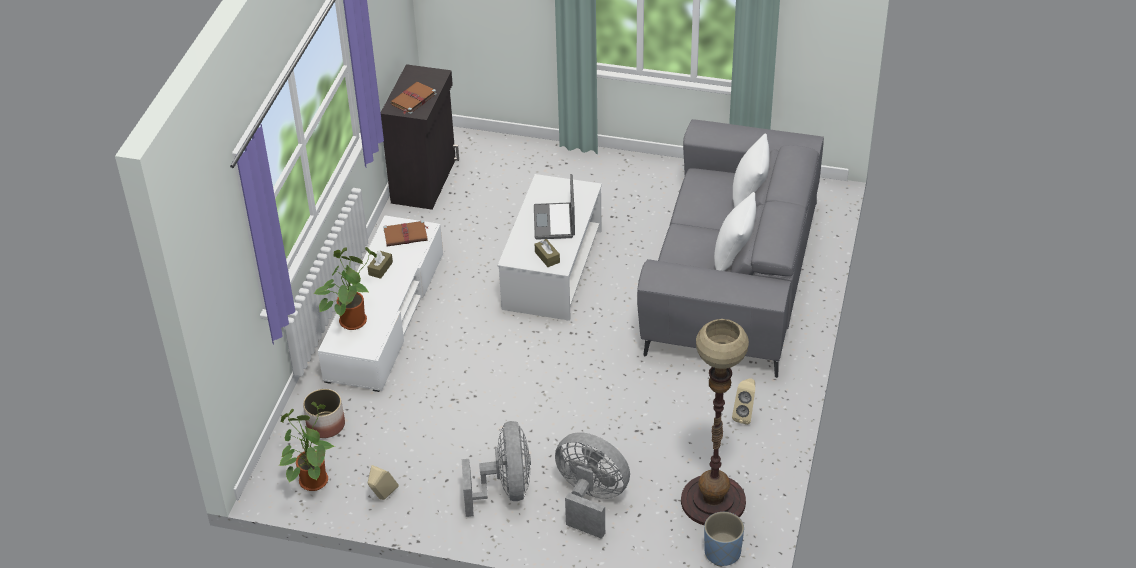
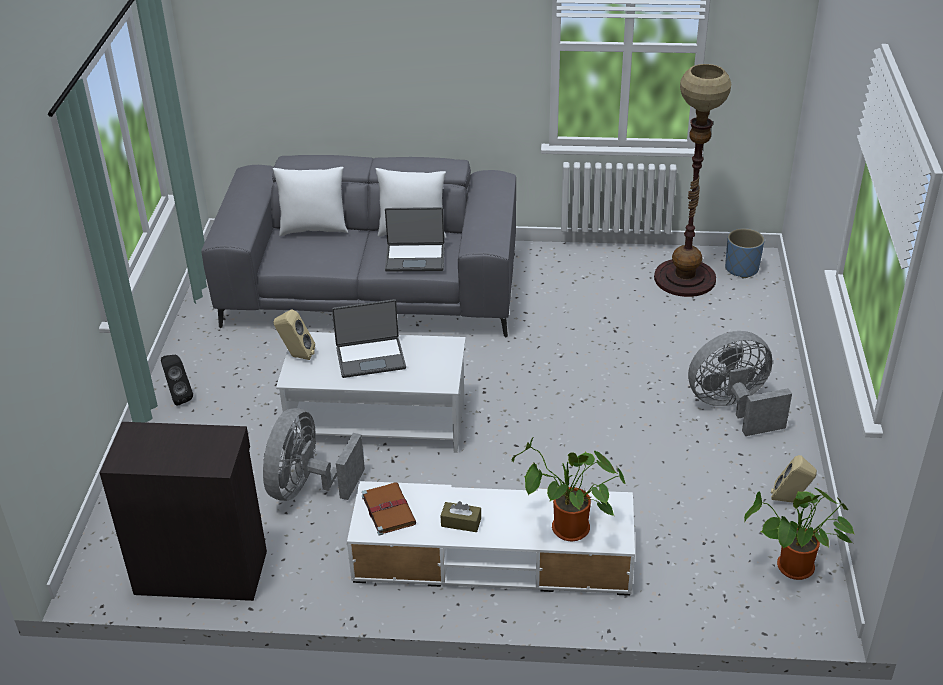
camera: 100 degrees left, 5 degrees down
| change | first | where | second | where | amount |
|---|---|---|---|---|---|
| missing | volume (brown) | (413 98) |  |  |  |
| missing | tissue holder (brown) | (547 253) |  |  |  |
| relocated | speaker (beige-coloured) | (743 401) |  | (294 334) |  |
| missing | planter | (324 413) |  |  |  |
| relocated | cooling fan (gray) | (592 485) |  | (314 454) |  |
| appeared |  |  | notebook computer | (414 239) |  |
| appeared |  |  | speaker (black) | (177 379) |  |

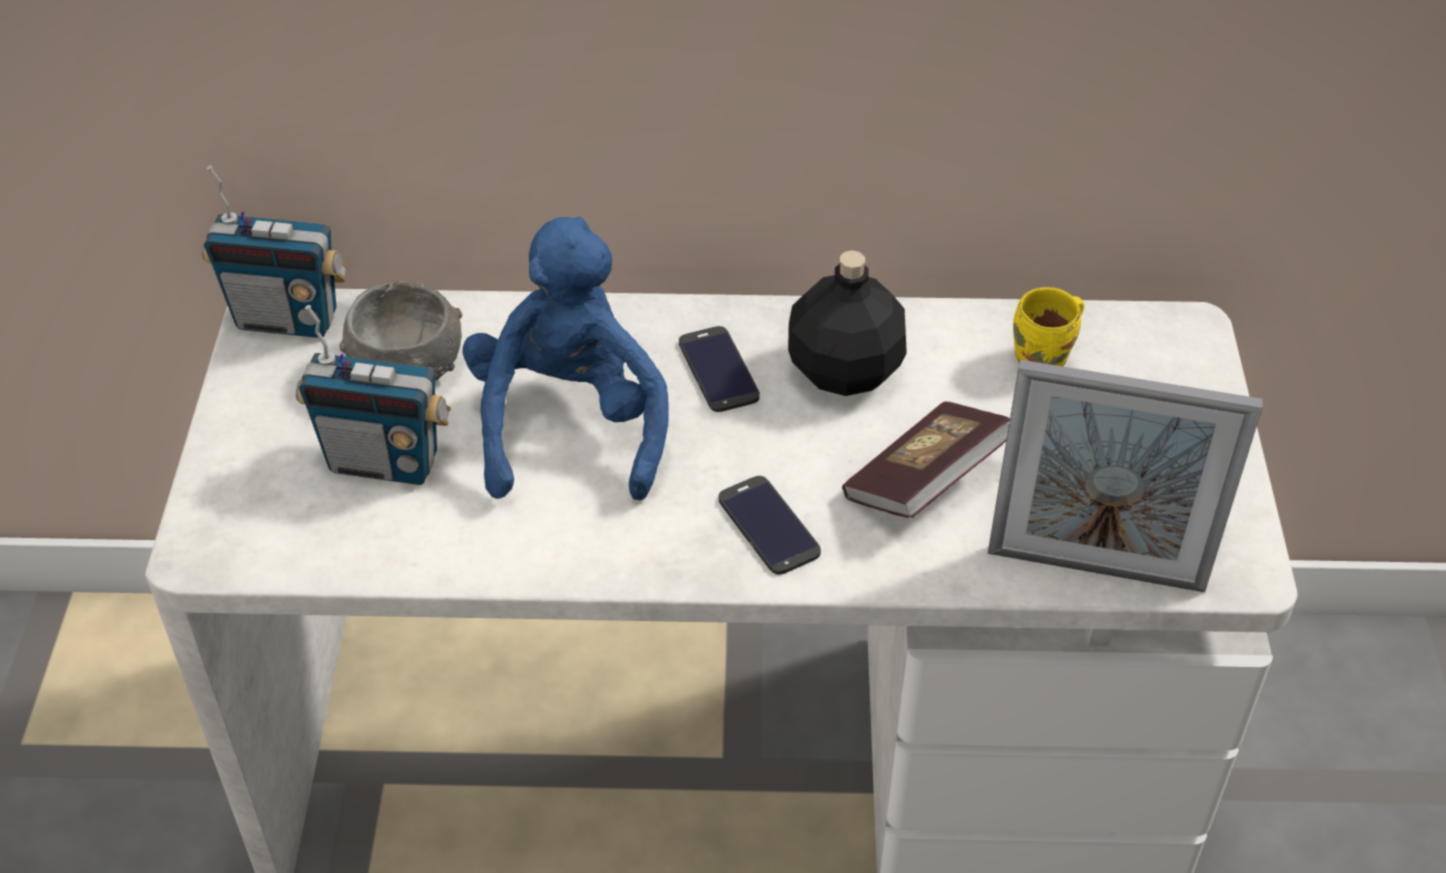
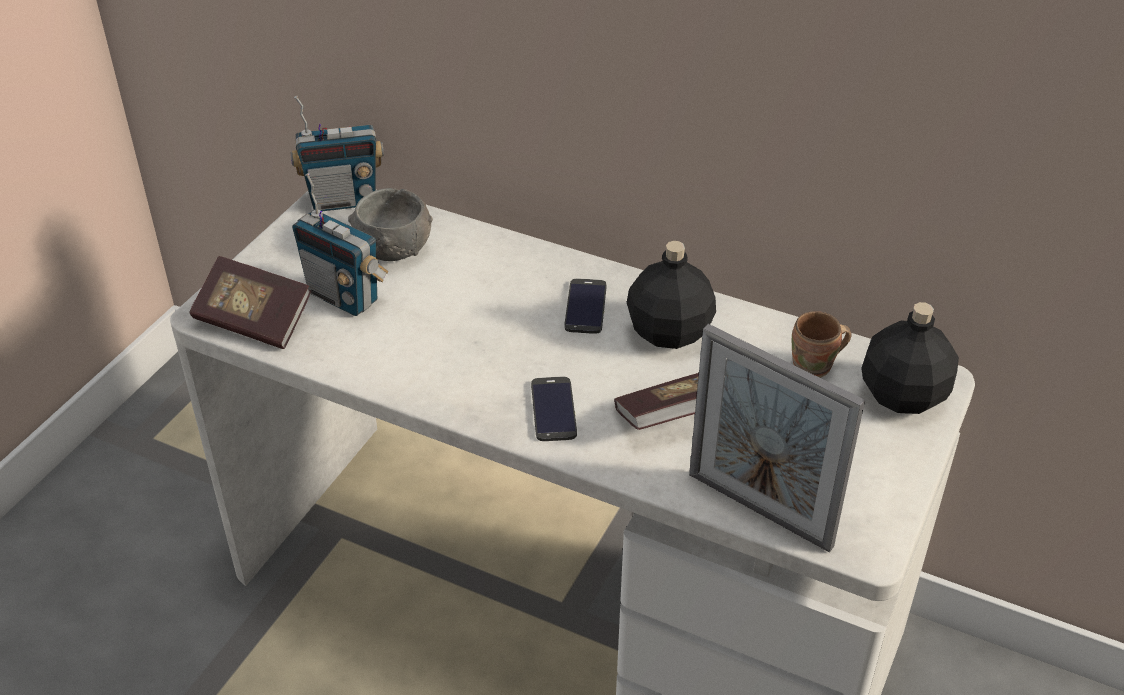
camera: 25 degrees right, 5 degrees down
| change | first | where | second | where | amount |
|---|---|---|---|---|---|
| spun | radio receiver | (274 251) |  | (337 153) | 45 degrees counterclockwise |
| missing | soft toy (blue) | (565 359) |  |  |  |
| colour | mug (yellowish) | (1048 326) | mug (brown) | (822 344) |  |
| appeared |  |  | volume | (250 302) |  |
| appeared |  |  | drink bottle (black) | (910 358) |  |

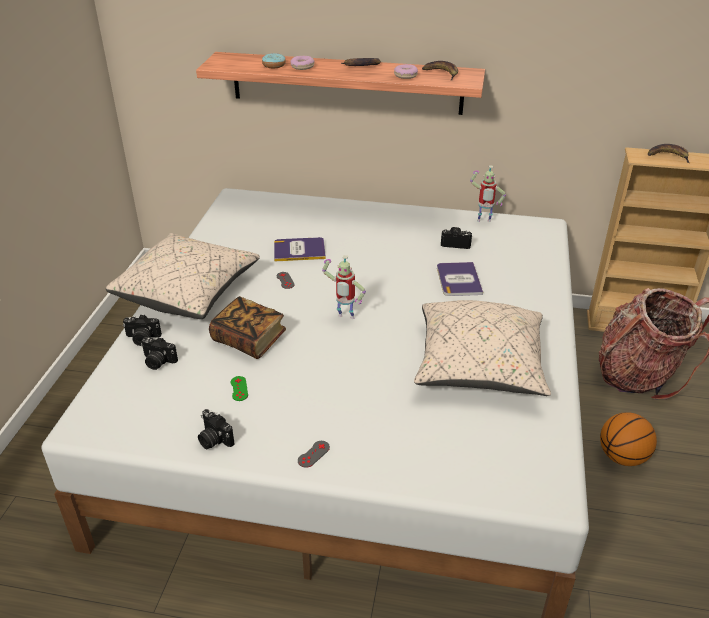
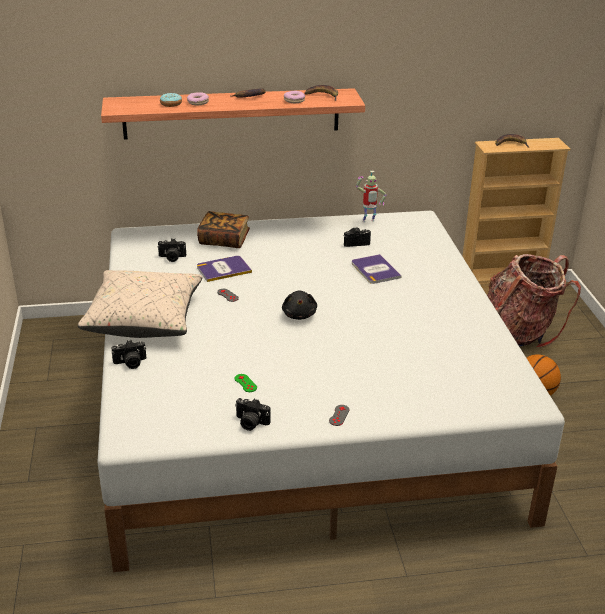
camera: 20 degrees left, 5 degrees down
| change | first | where | second | where | amount |
|---|---|---|---|---|---|
| exchanged | toy robot | (344 287) | soft toy (black) | (299 305) |  |
| relocated | volume | (247 327) |  | (223 229) |  |
| missing | cushion (beige-coloured) | (482 348) |  |  |  |
| relocated | photo camera | (159 353) |  | (172 250) |  |

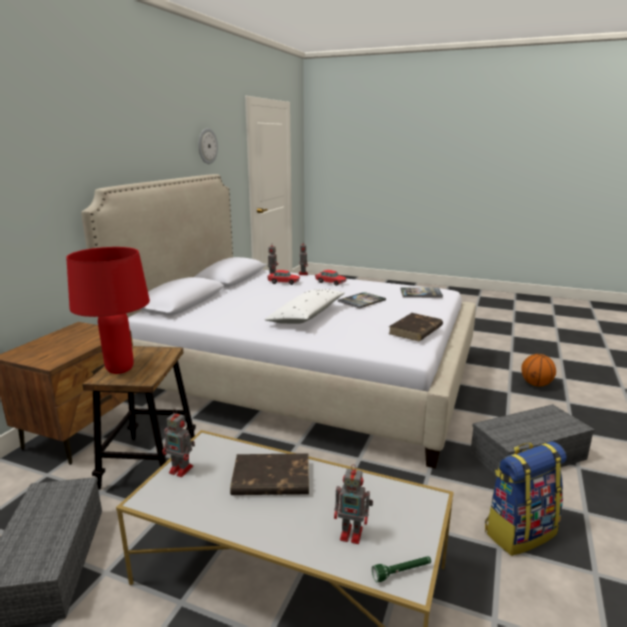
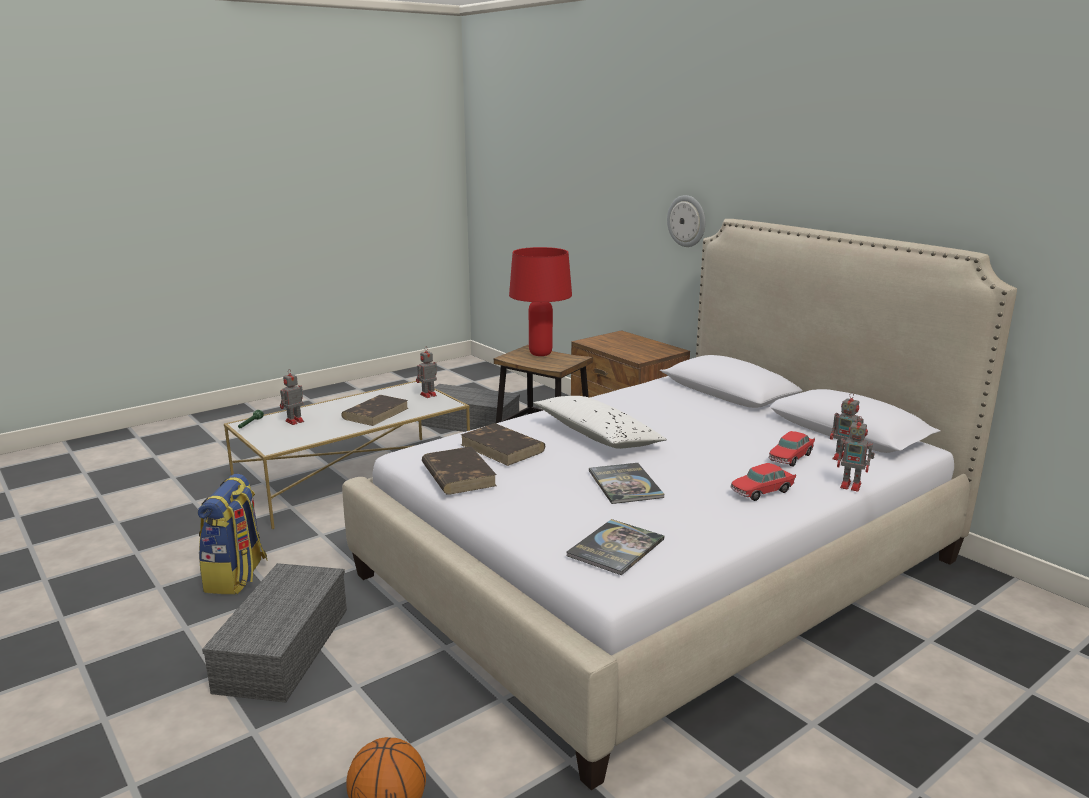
camera: 120 degrees right, 0 degrees up
| change | first | where | second | where | amount |
|---|---|---|---|---|---|
| relocated | wall clock | (208 146) |  | (686 221) |  |
| appeared |  |  | volume (brown) | (503 444) |  |

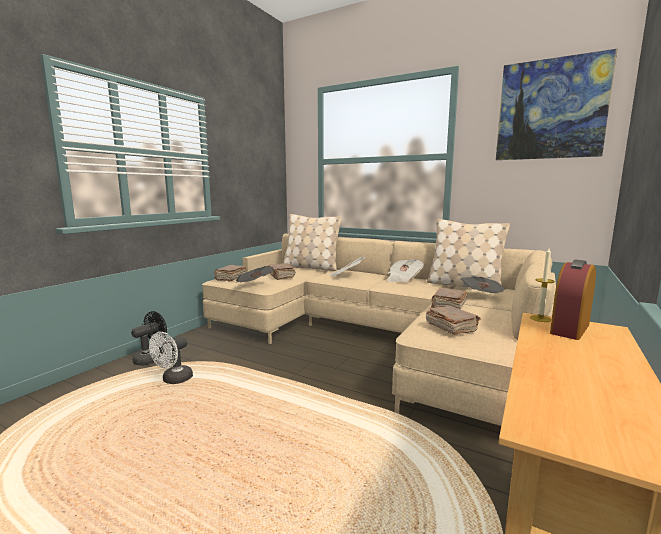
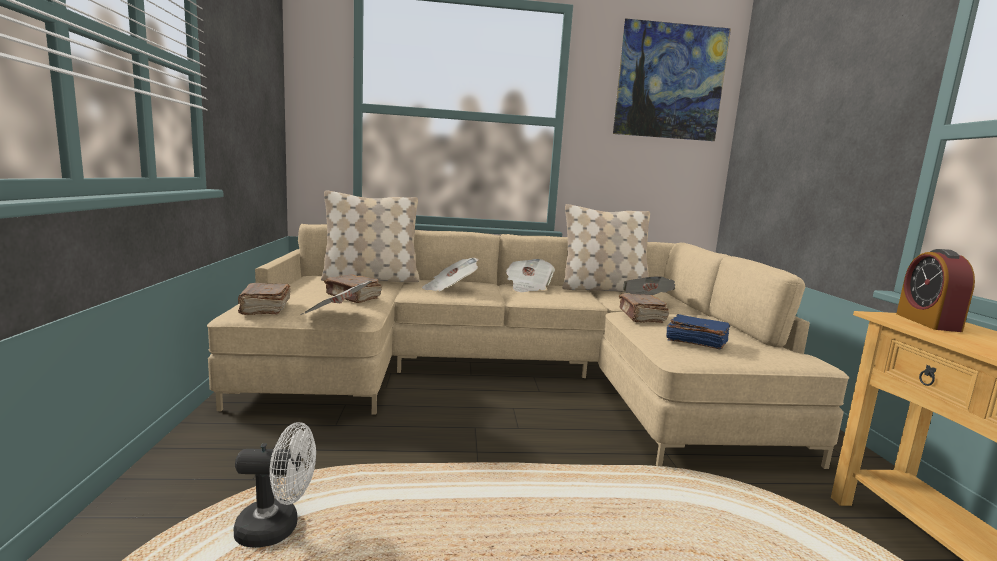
camera: 35 degrees left, 0 degrees up
| change | first | where | second | where | amount |
|---|---|---|---|---|---|
| missing | wax light | (542 285) |  |  |  |
| colour | volume (brown) | (453 320) | volume (blue) | (698 331) |  |
| missing | cooling fan (black) | (149 338) |  |  |  |
| spun | cooling fan (whitish) | (171 358) |  | (274 485) | 90 degrees counterclockwise |

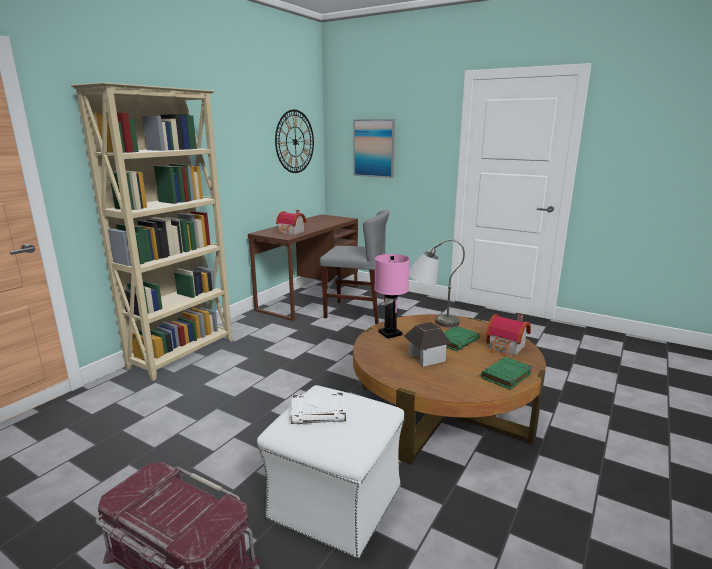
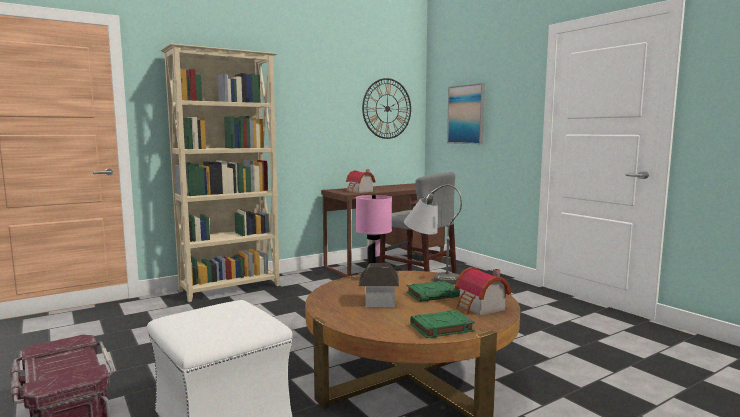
camera: 25 degrees right, 10 degrees down
| change | first | where | second | where | amount |
|---|---|---|---|---|---|
| missing | volume (whitish) | (318 408) |  |  |  |

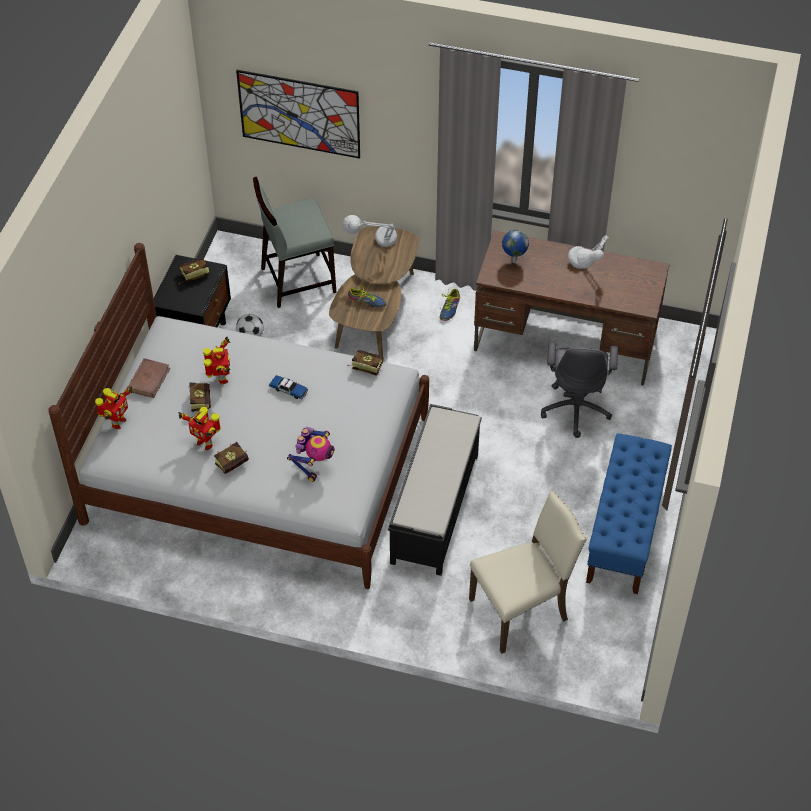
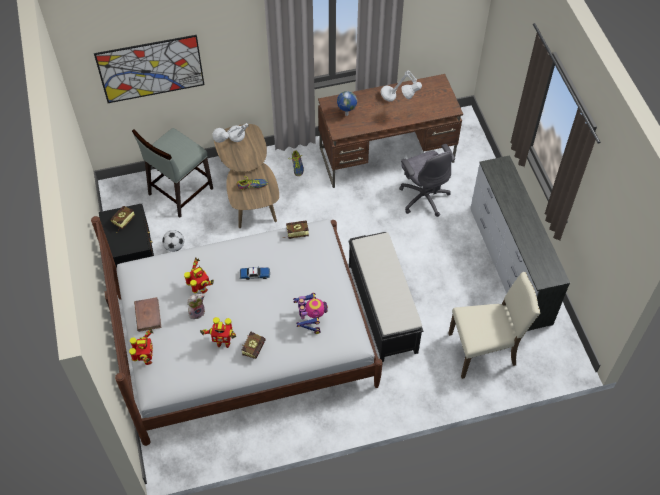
camera: 30 degrees left, 5 degrees up
| change | first | where | second | where | amount |
|---|---|---|---|---|---|
| exchanged | volume | (199 397) | soft toy | (196 306) |  |
| exchanged | long seat (blue) | (629 514) | drawer chest (whitish) | (520 243) |  |
| spun | plain chair (beige-coloured) | (528 572) |  | (494 325) | 45 degrees clockwise |

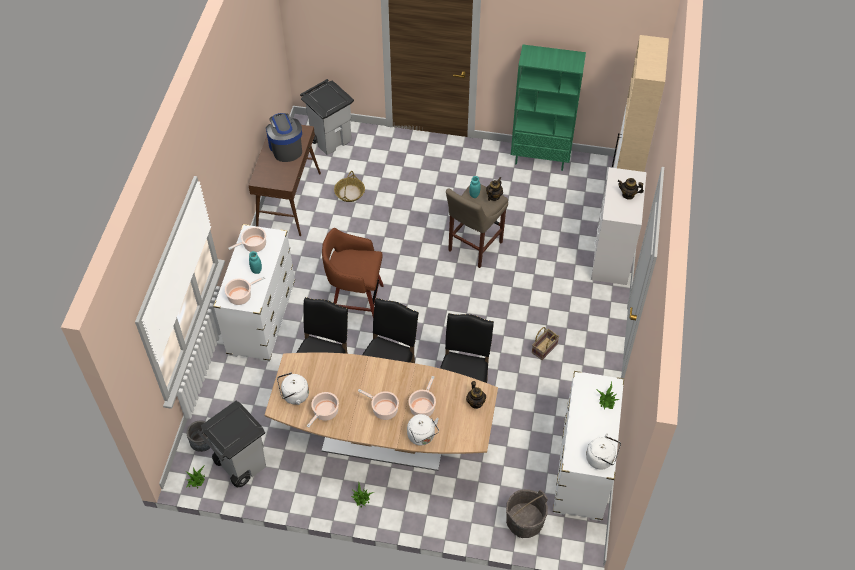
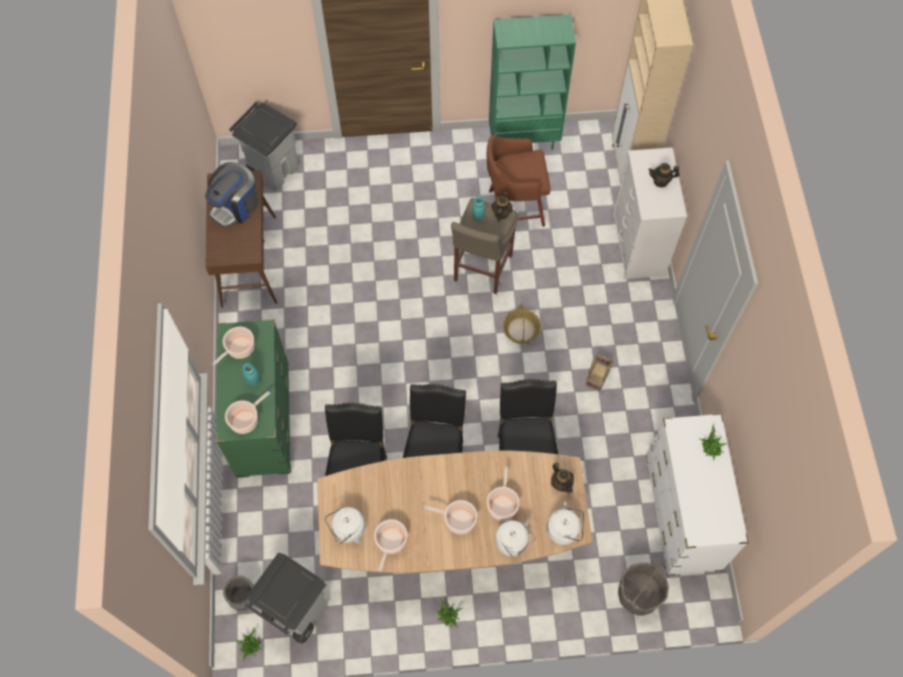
camera: 15 degrees left, 10 degrees up
| change | first | where | second | where | amount |
|---|---|---|---|---|---|
| spun | coffee maker | (284 137) |  | (232 195) | 105 degrees counterclockwise |
| relocated | household basket | (349 186) |  | (521 324) |  |
| colour | drawer chest (whitish) | (254 293) | drawer chest (green-coloured) | (253 398) |  |
| relocated | sitting stool (brown) | (353 272) |  | (519 180) |  |
| relocated | kettle (whitish) | (603 451) |  | (565 523) |  |

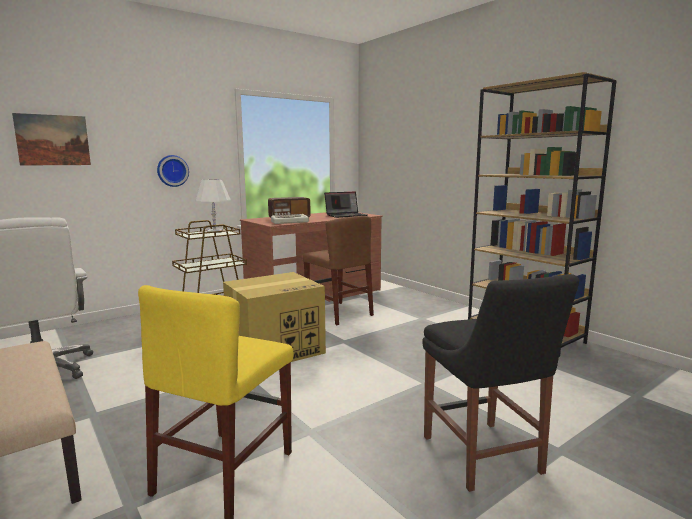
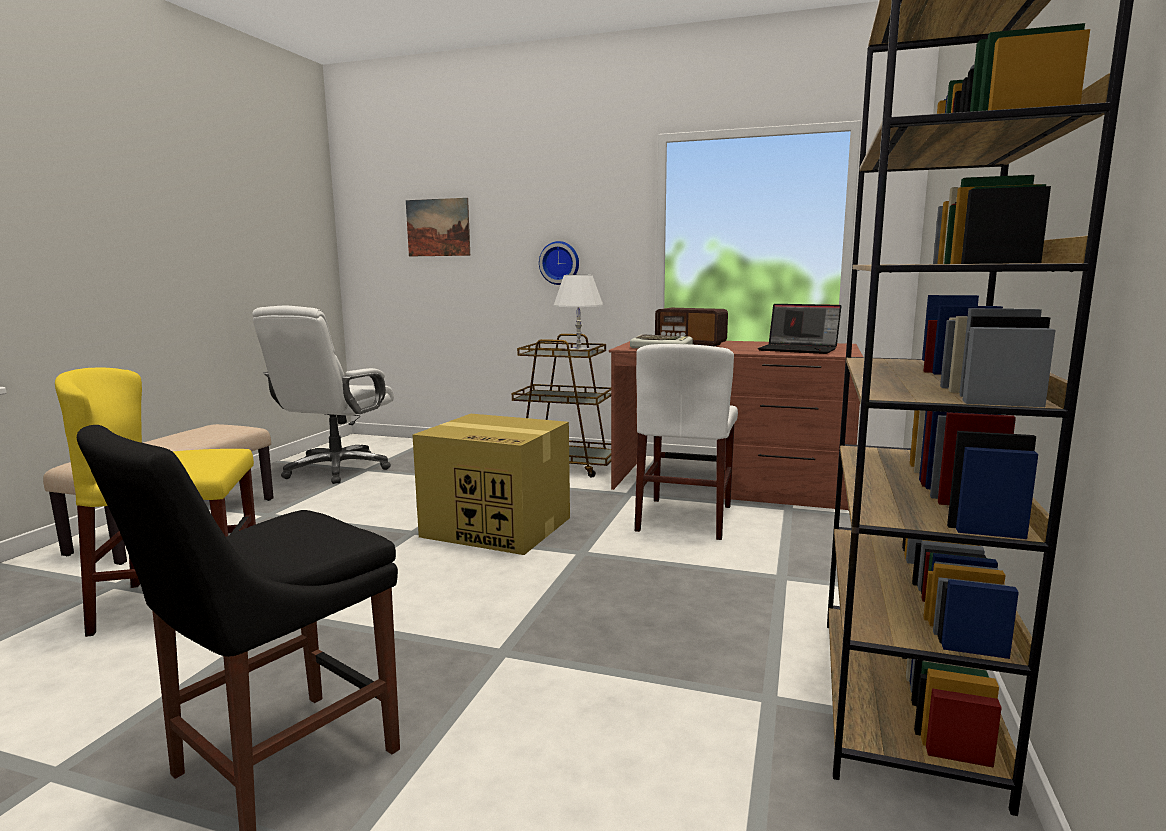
camera: 55 degrees right, 0 degrees up
| change | first | where | second | where | amount |
|---|---|---|---|---|---|
| colour | plain chair (brown) | (338 270) | plain chair (whitish) | (686 442) |  |

